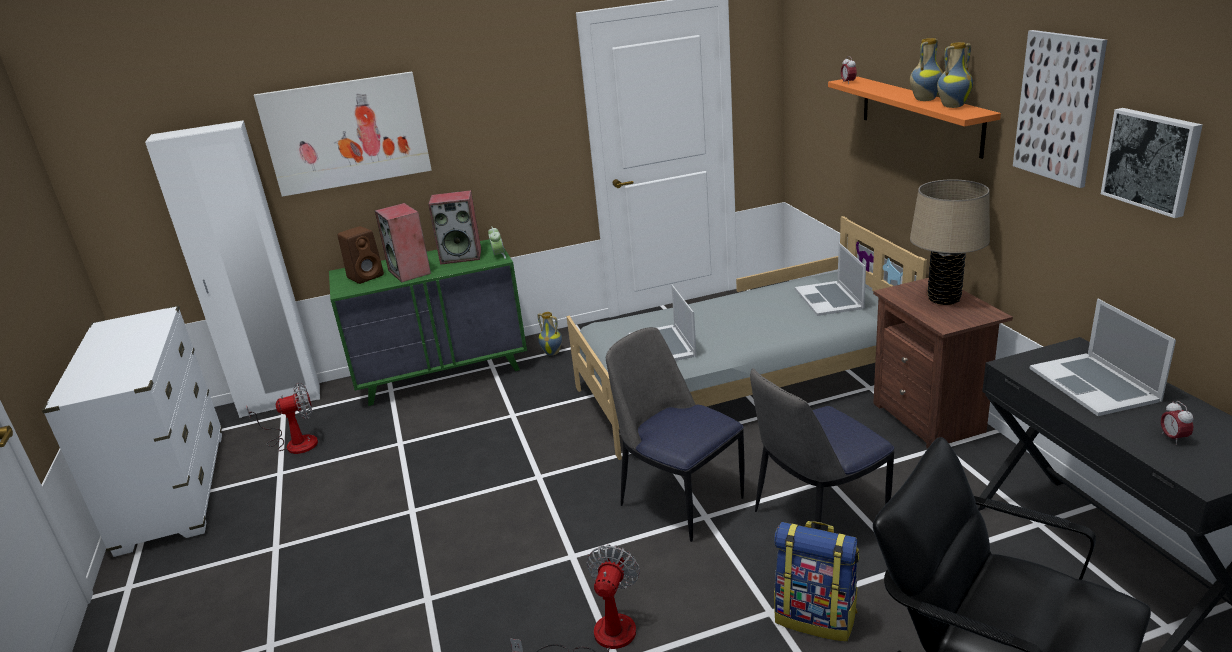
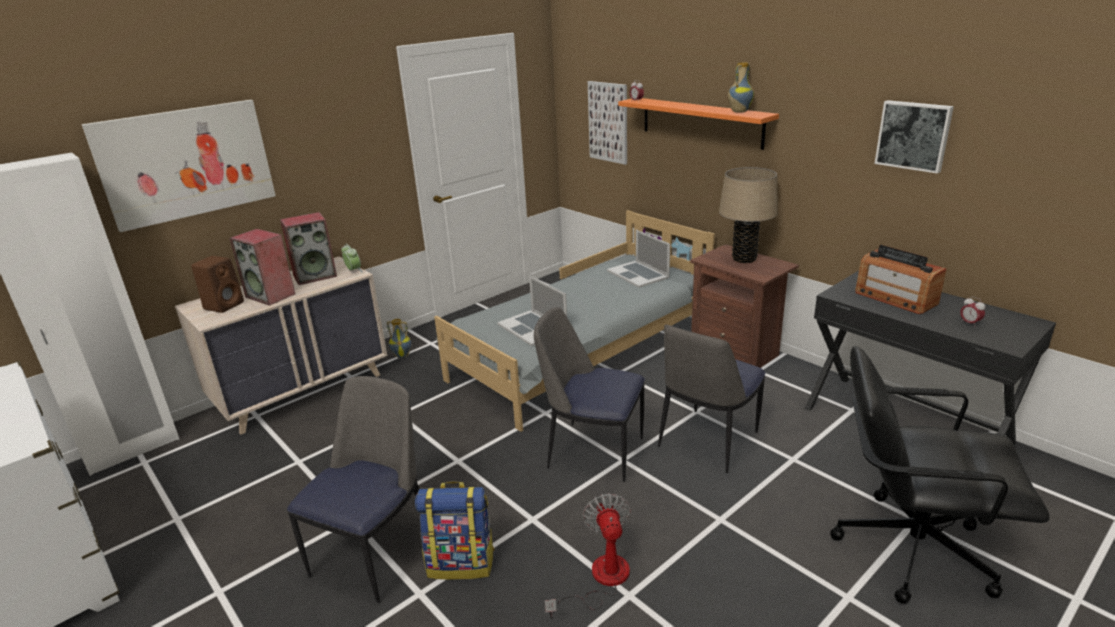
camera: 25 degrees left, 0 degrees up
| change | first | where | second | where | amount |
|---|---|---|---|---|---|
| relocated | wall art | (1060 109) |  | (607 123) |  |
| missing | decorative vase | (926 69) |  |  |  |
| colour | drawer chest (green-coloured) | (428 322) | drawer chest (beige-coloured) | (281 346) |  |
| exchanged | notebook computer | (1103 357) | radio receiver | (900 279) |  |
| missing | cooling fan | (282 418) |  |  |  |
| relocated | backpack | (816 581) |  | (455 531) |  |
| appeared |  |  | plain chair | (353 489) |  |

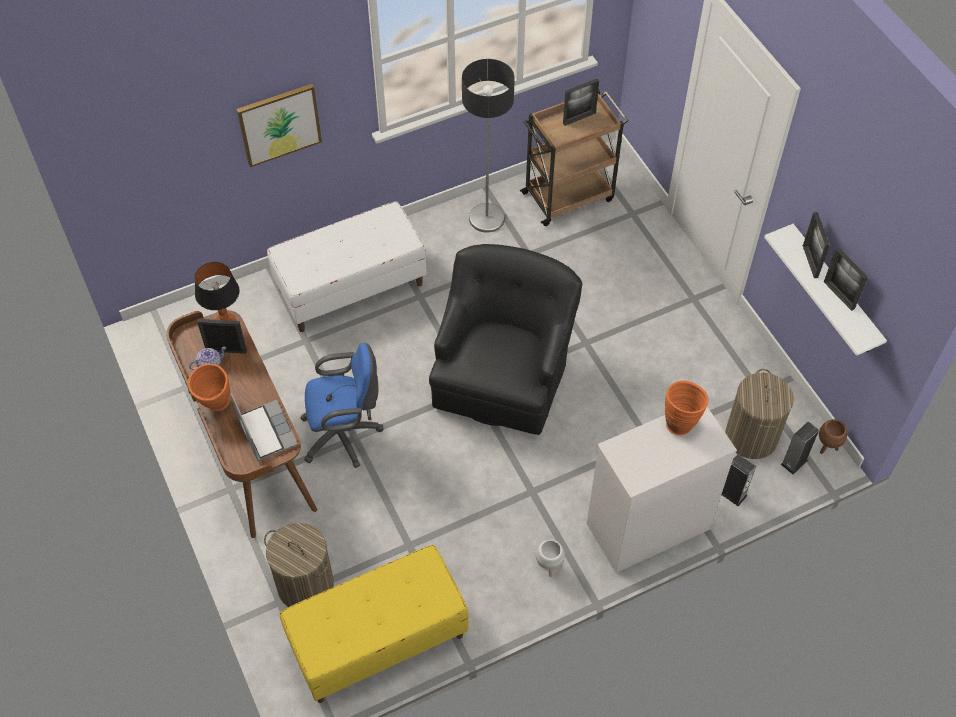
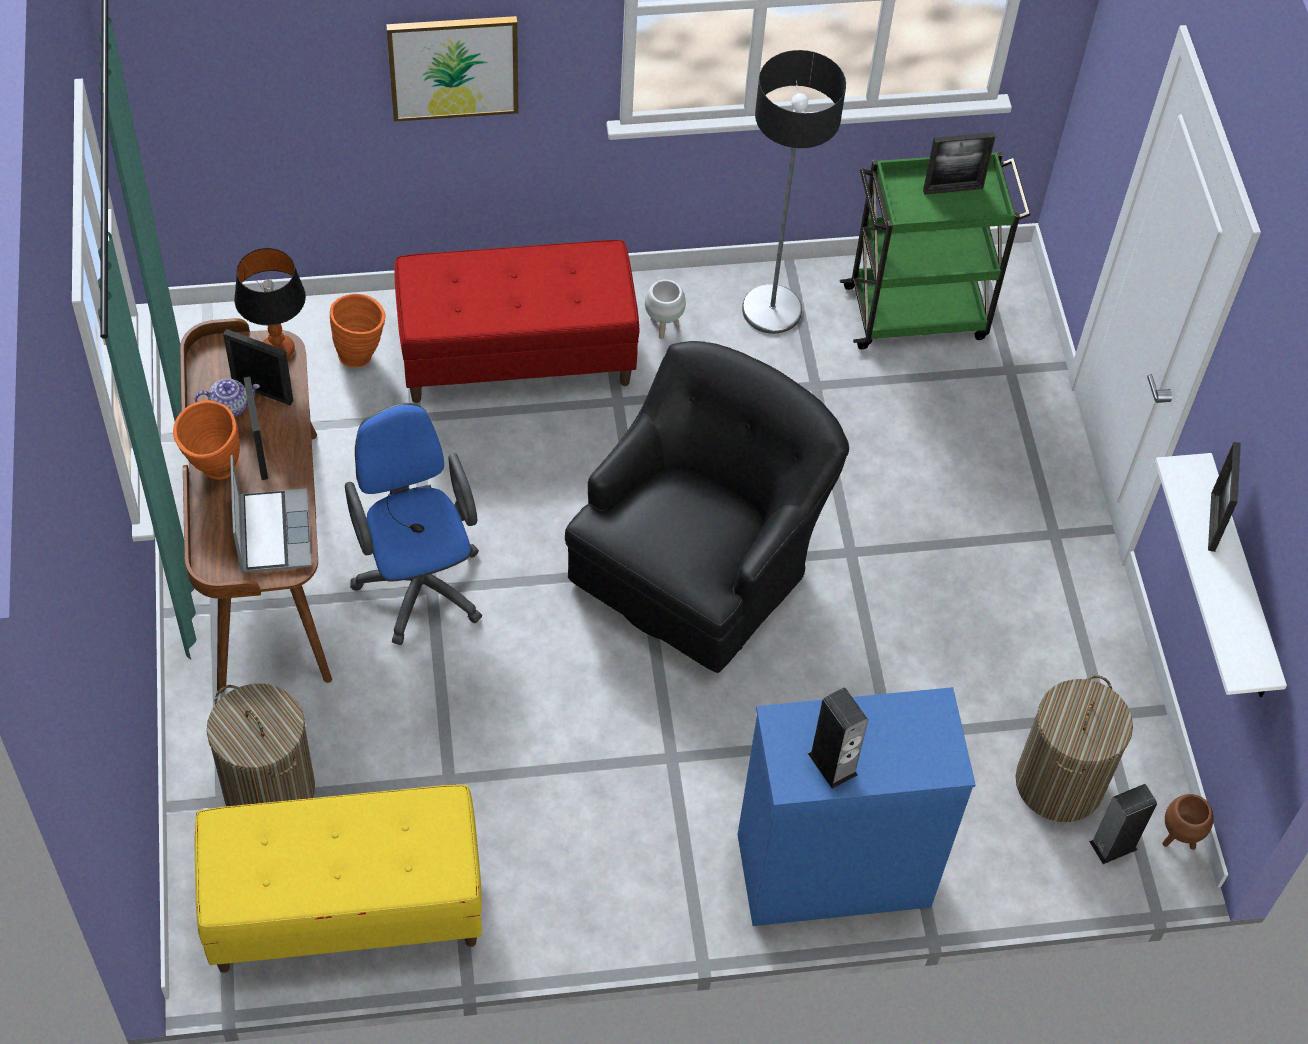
camera: 15 degrees right, 0 degrees up
| change | first | where | second | where | amount |
|---|---|---|---|---|---|
| colour | cart (brown) | (573 157) | cart (green-coloured) | (935 250) |  |
| colour | long seat (whitish) | (346 266) | long seat (red-coloured) | (517 321) |  |
| relocated | picture frame | (846 279) |  | (256 428) |  |
| spun | computer chair (blue) | (342 405) |  | (413 524) | 120 degrees counterclockwise |
| relocated | decorative vase (orangey) | (687 408) |  | (358 331) |  |
| colour | drawer chest (whitish) | (662 490) | drawer chest (blue) | (857 806) |  |
| relocated | speaker | (738 480) |  | (838 738) |  |
| relocated | planter (whitish) | (550 558) |  | (665 309) |  |

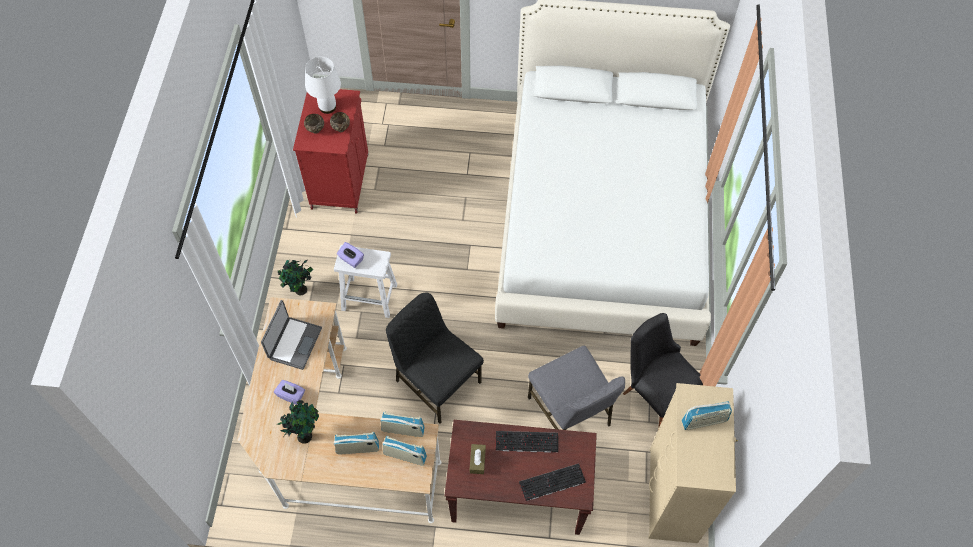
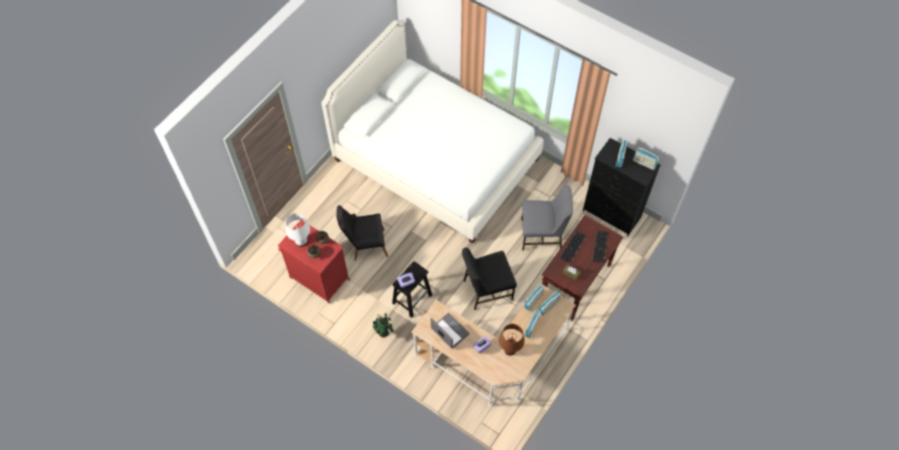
camera: 60 degrees left, 0 degrees up
| change | first | where | second | where | amount |
|---|---|---|---|---|---|
| colour | sitting stool (whitish) | (365 281) | sitting stool (black) | (412 289) |  |
| relocated | plain chair (black) | (663 371) |  | (362 233) |  |
| colour | drawer chest (beige-coloured) | (693 463) | drawer chest (black) | (622 187) |  |
| exchanged | potted plant | (298 422) | table lamp (brown) | (512 340) |  |
| appeared |  |  | radio receiver | (645 159) |  |

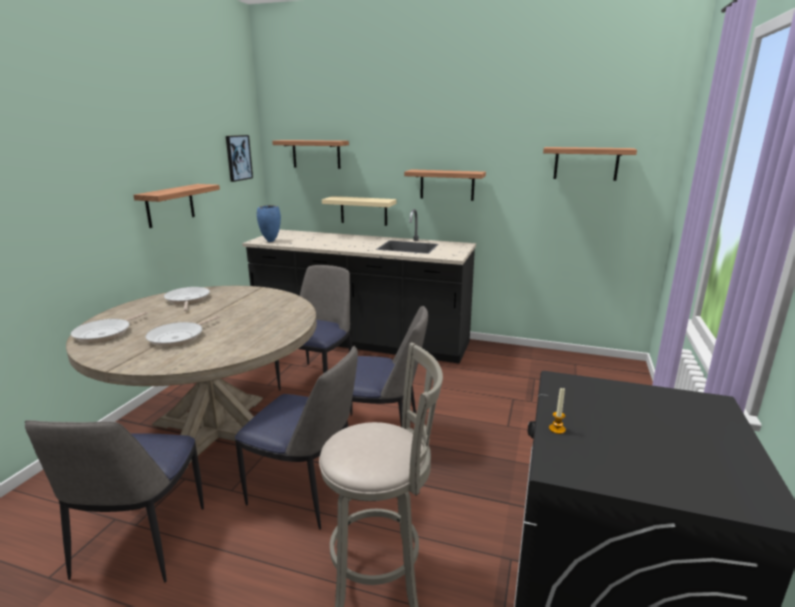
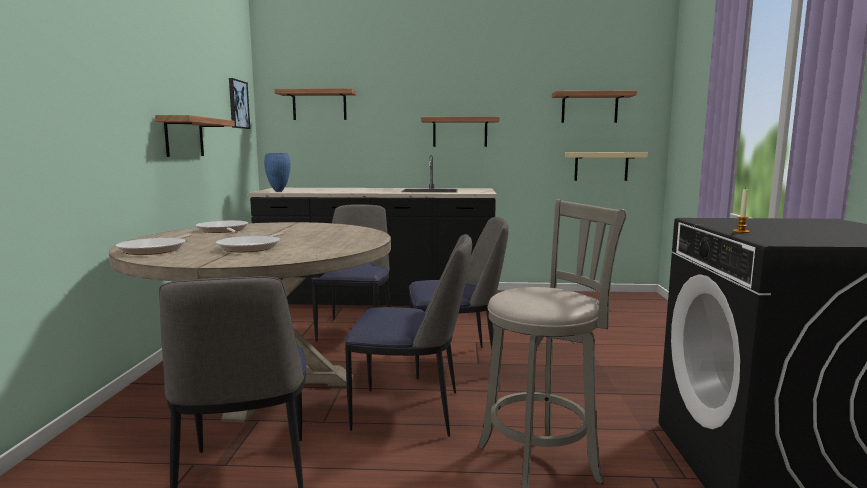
camera: 15 degrees left, 10 degrees down
| change | first | where | second | where | amount |
|---|---|---|---|---|---|
| relocated | shelf (beige-coloured) | (359 211) |  | (606 166) |  |

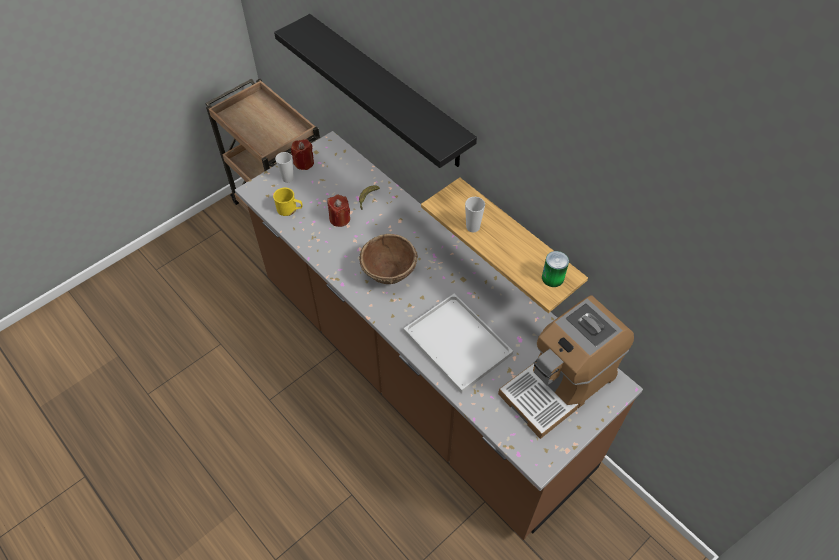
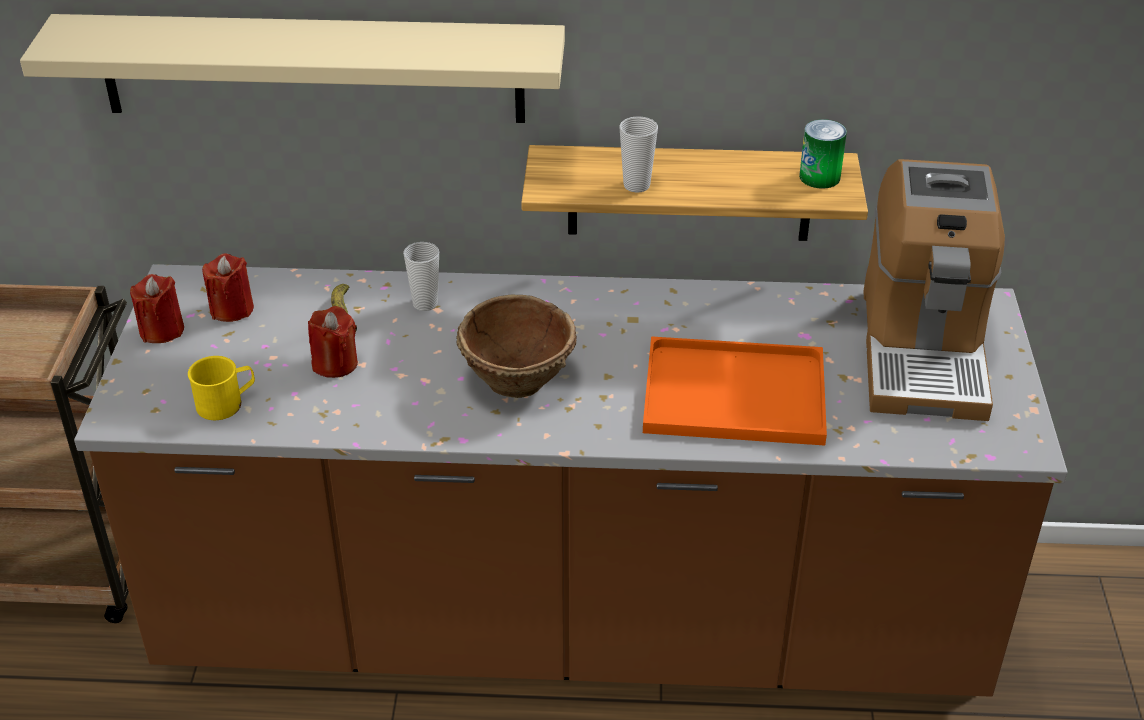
camera: 45 degrees left, 15 degrees down
| change | first | where | second | where | amount |
|---|---|---|---|---|---|
| colour | shelf (black) | (375 91) | shelf (beige-coloured) | (292 68) |  |
| relocated | cup | (284 167) |  | (421 276) |  |
| colour | tray (whitish) | (458 343) | tray (orangey) | (735 391) |  |
| appeared |  |  | wax light (red-coloured) | (228 288) |  |

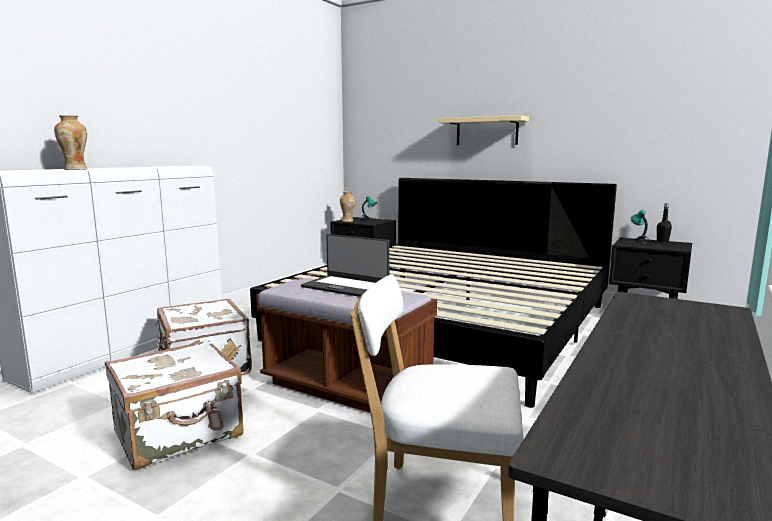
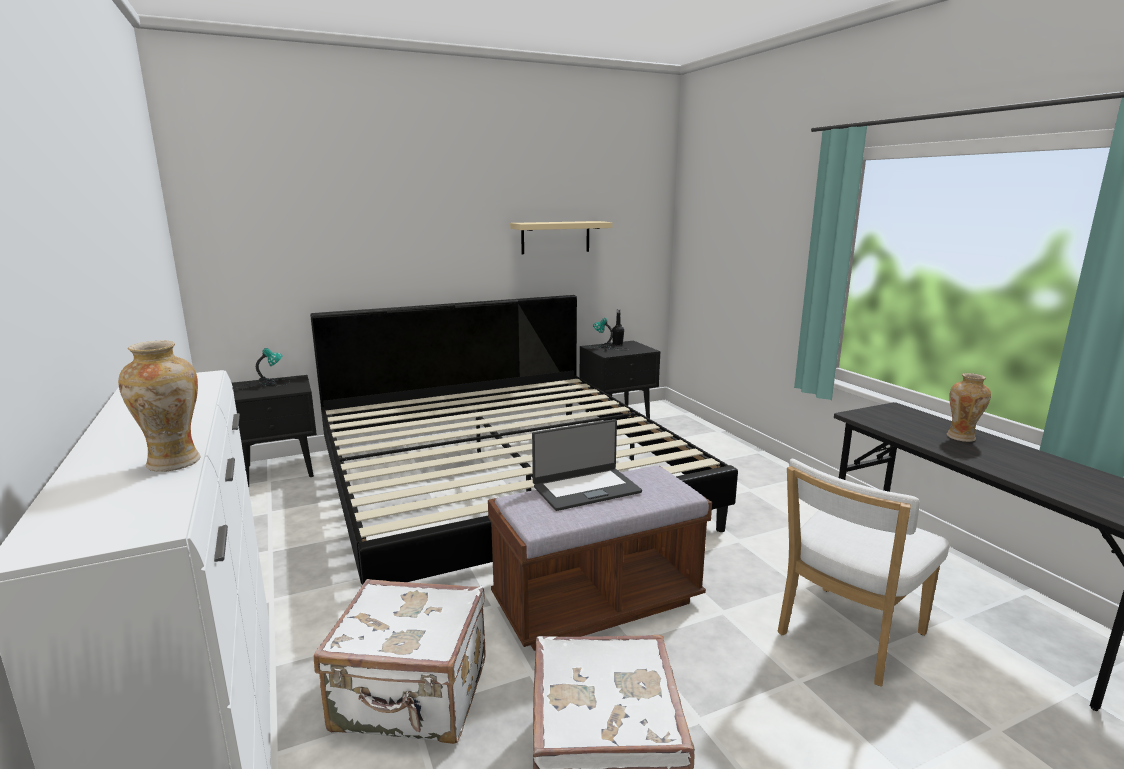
camera: 55 degrees left, 5 degrees up
| change | first | where | second | where | amount |
|---|---|---|---|---|---|
| relocated | shelf (beige-coloured) | (484 130) |  | (561 237) |  |
| relocated | decorative vase | (348 206) |  | (969 407) |  |

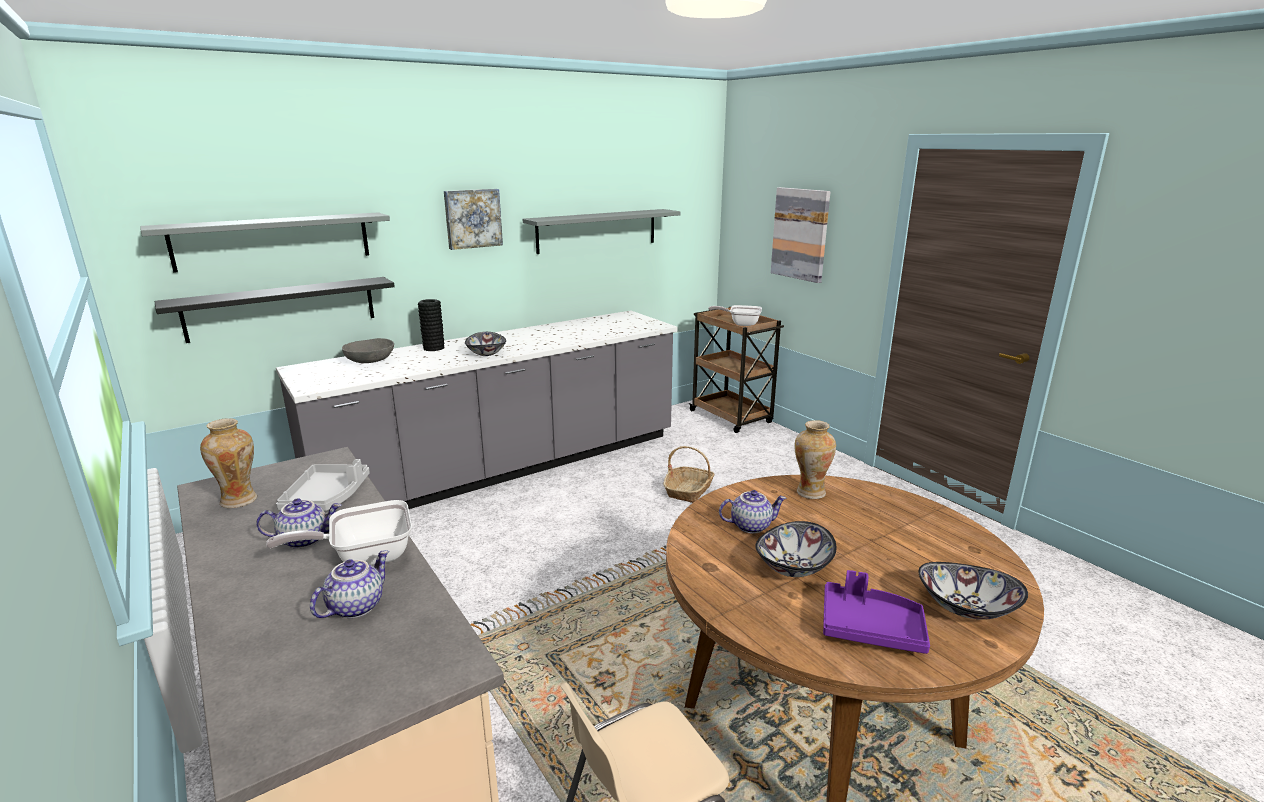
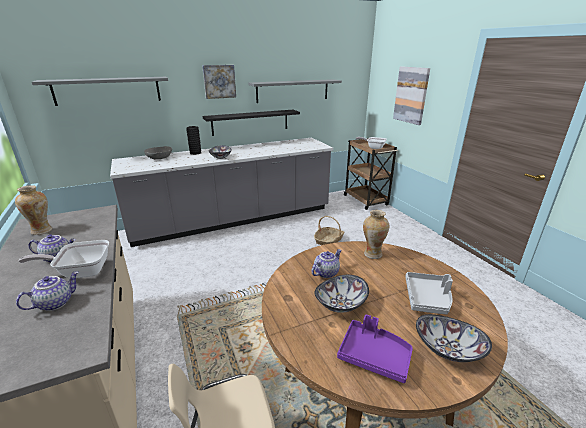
camera: 10 degrees right, 5 degrees up
| change | first | where | second | where | amount |
|---|---|---|---|---|---|
| relocated | shelf (black) | (275 310) |  | (251 123) |  |
| relocated | tray (gray) | (323 485) |  | (429 293) |  |
| spun | tea pot | (753 512) |  | (326 263) | 45 degrees counterclockwise |

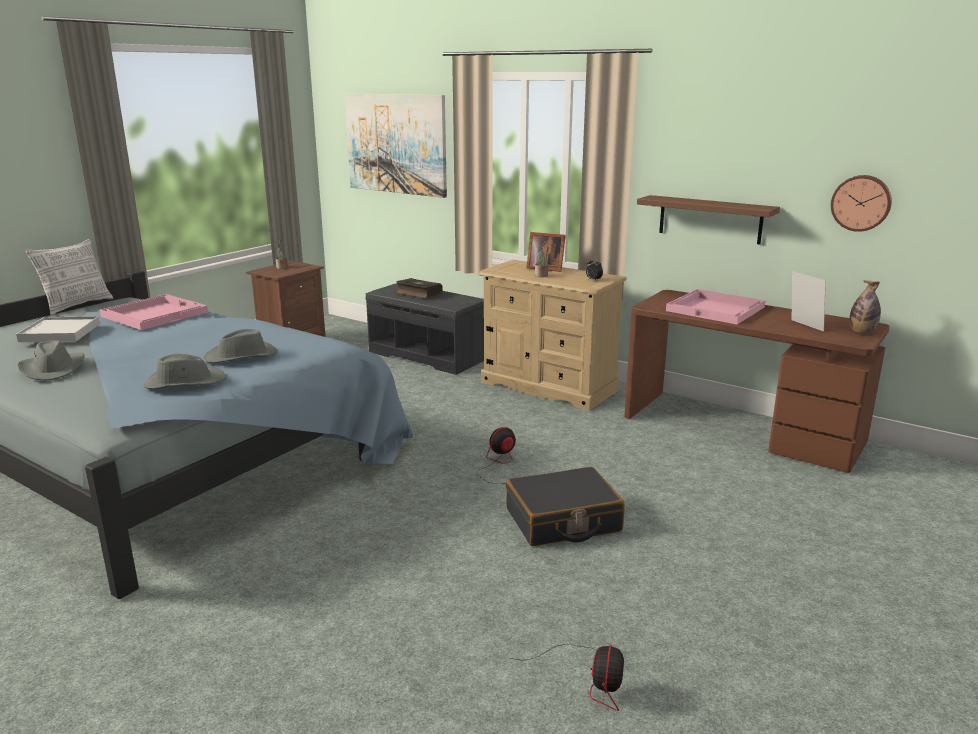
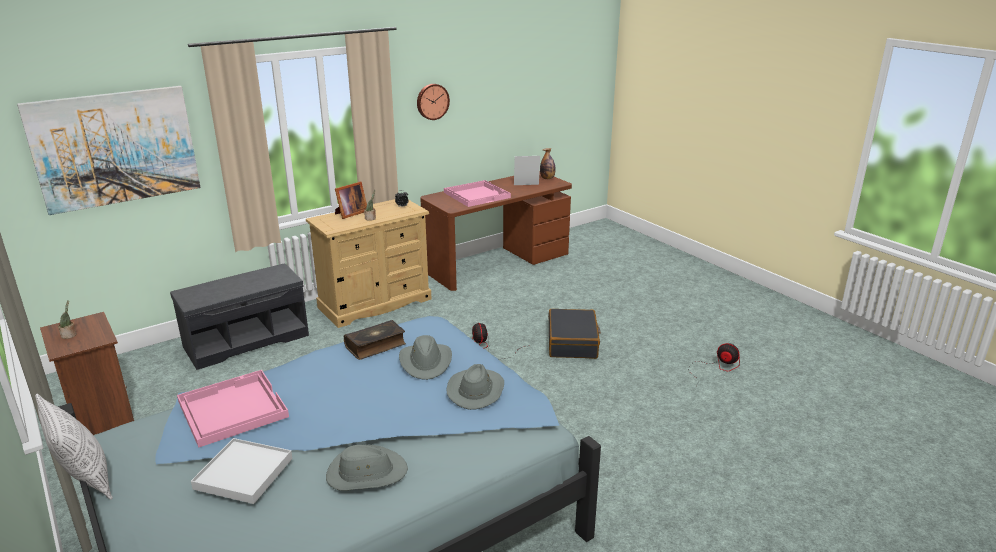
camera: 70 degrees left, 5 degrees up
| change | first | where | second | where | amount |
|---|---|---|---|---|---|
| relocated | wall clock | (861 203) |  | (433 102) |  |
| missing | shelf (brown) | (708 219) |  |  |  |
| relocated | volume | (419 288) |  | (375 340) |  |

